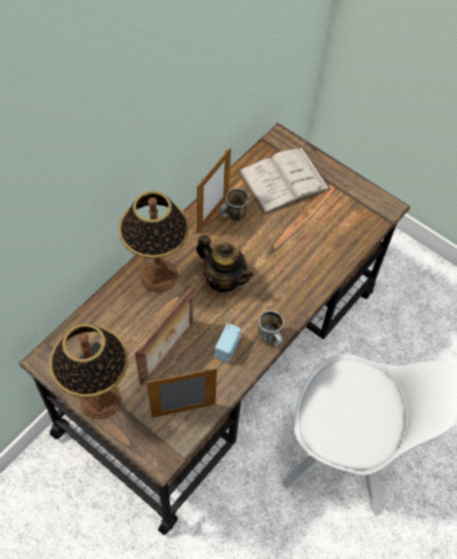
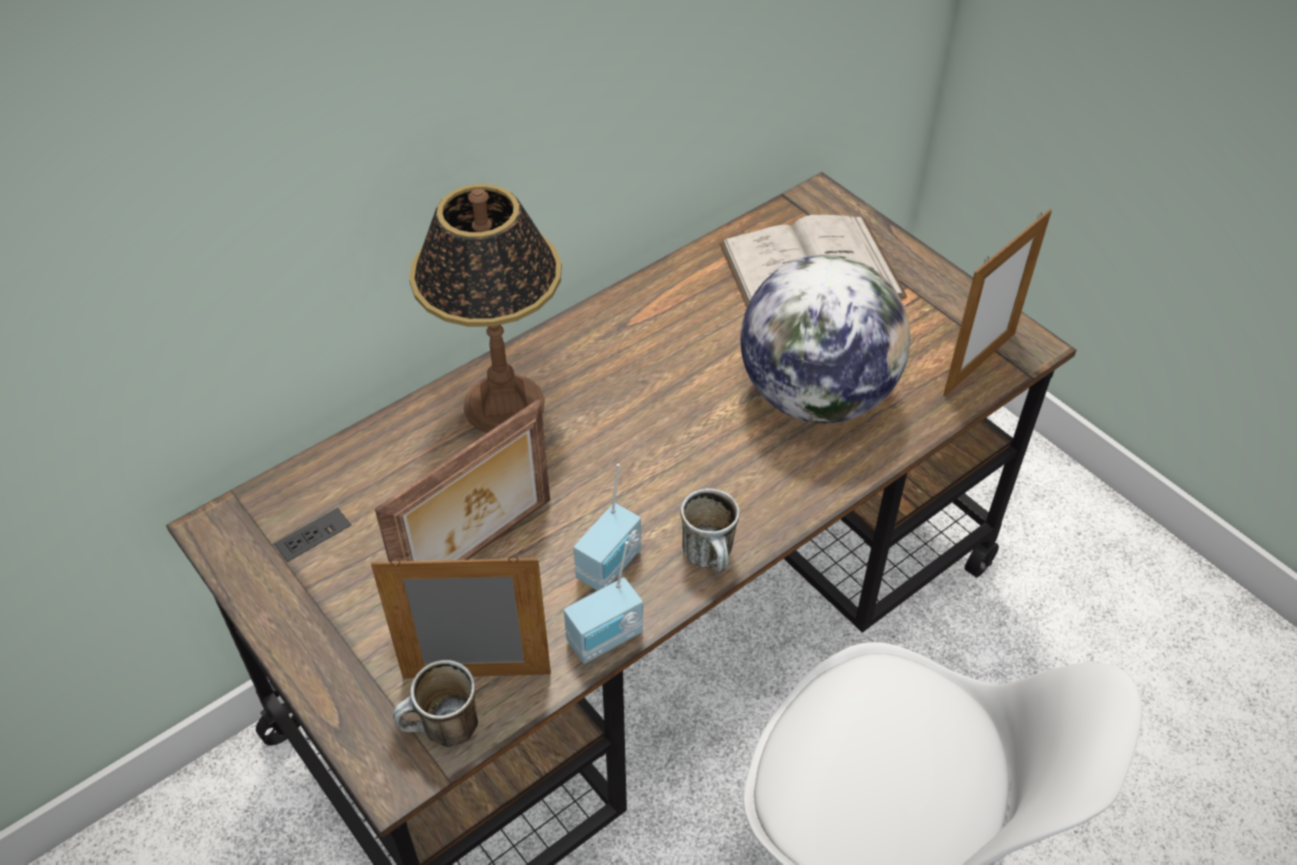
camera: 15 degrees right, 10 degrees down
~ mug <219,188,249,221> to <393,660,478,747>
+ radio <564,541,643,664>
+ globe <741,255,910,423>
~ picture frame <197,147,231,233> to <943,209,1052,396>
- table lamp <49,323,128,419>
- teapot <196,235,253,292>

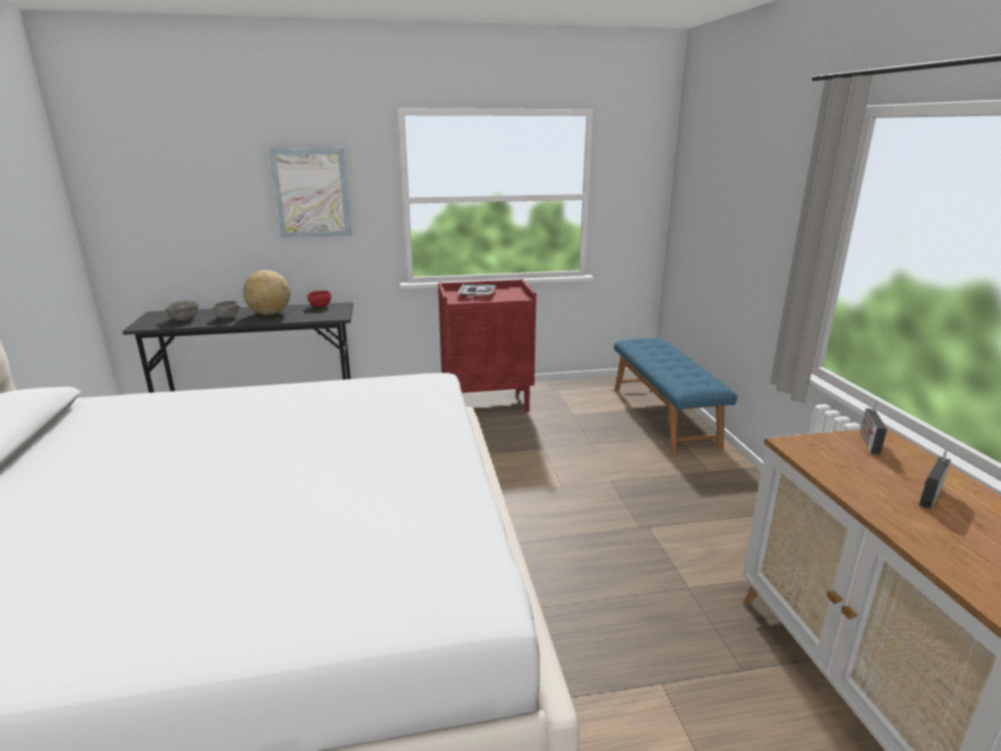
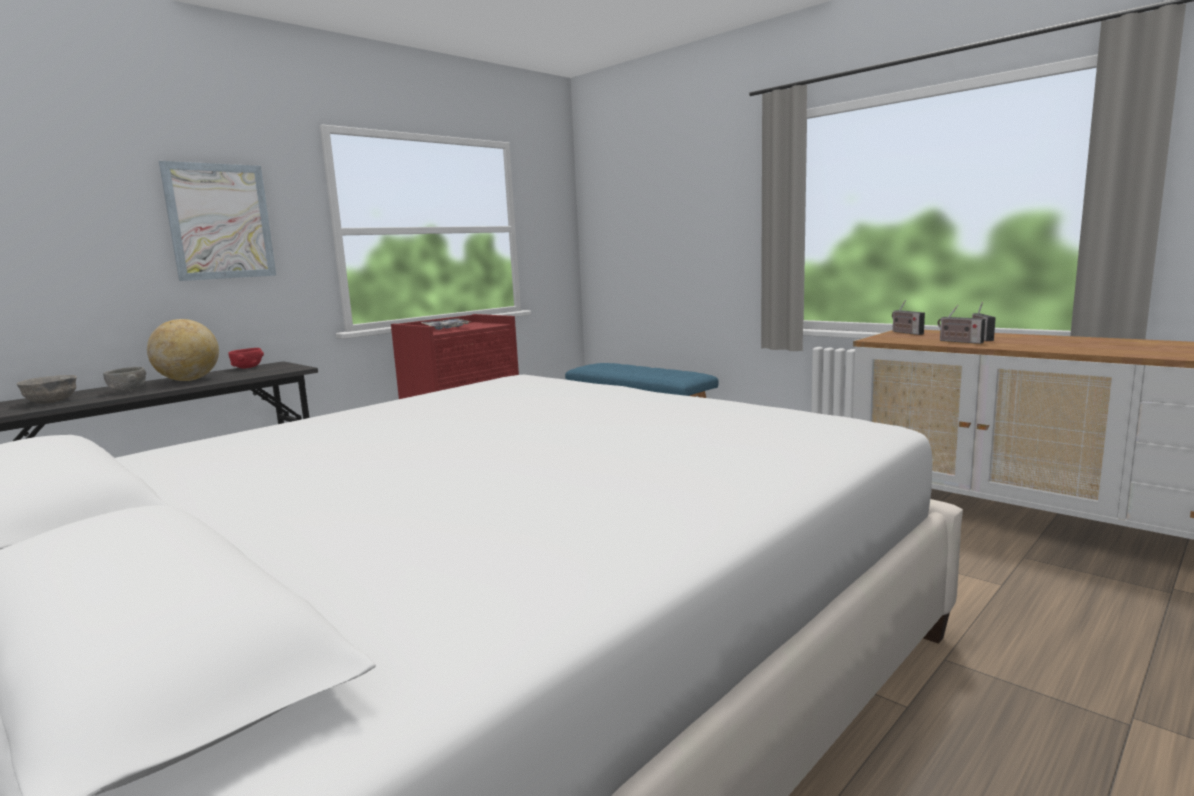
camera: 35 degrees left, 10 degrees down
+ radio <938,305,985,344>

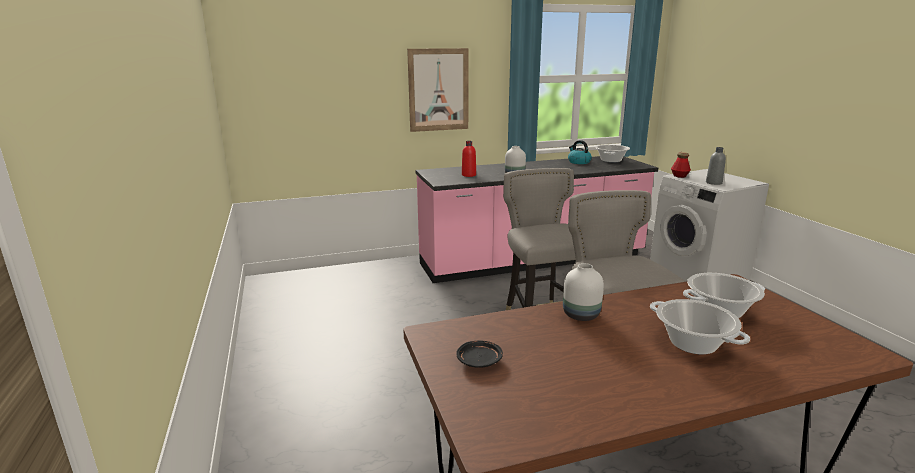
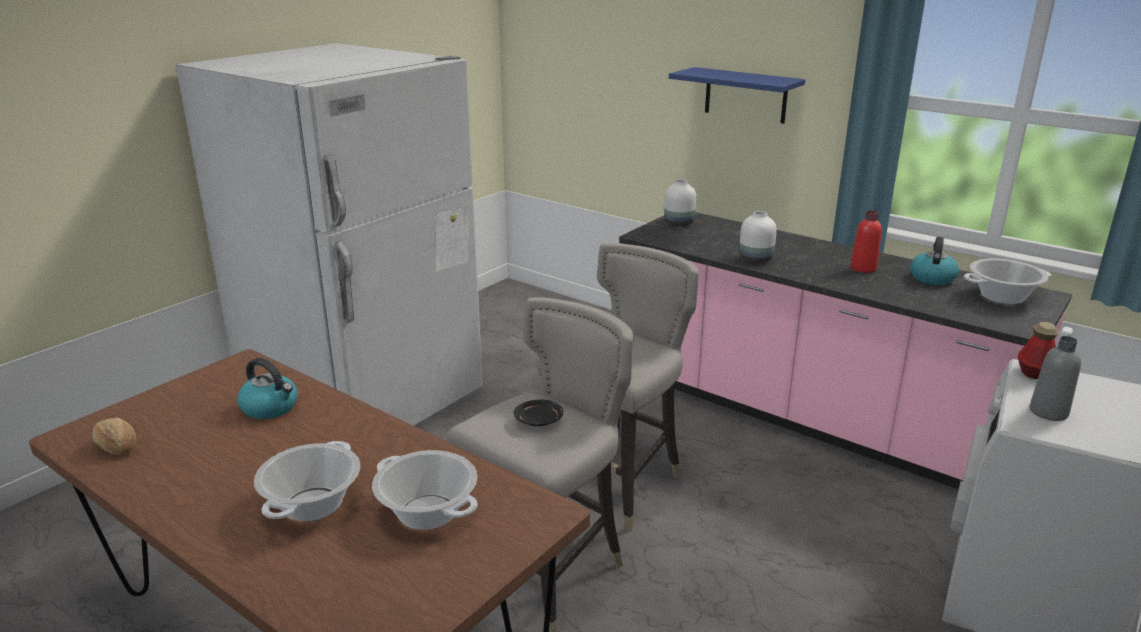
camera: 55 degrees right, 5 degrees up
+ bread <92,418,137,455>
+ white fridge <176,43,483,426>
+ kettle <237,358,298,419>
~ black plate <456,341,503,368> to <514,400,563,426>
~ white vase <563,263,604,321> to <664,179,696,226>
~ picture <407,48,469,132> to blue shelf <669,67,805,124>
~ red bottle <462,141,476,177> to <850,211,882,273>

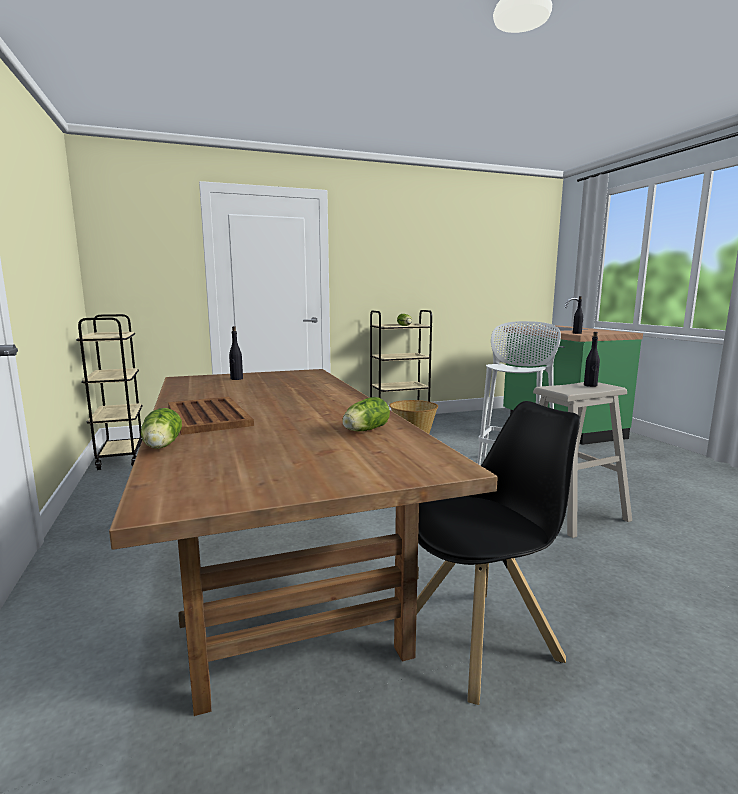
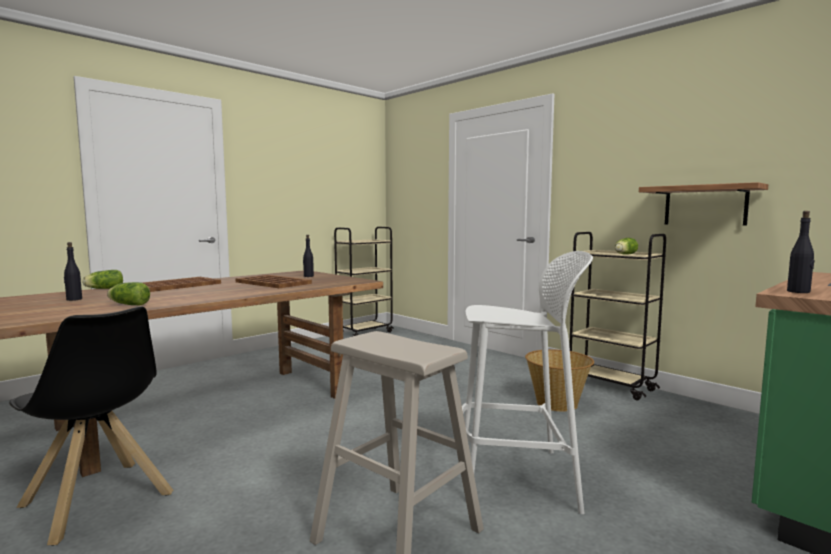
camera: 65 degrees right, 5 degrees down
~ black bottle <584,332,600,387> to <64,242,82,301>
+ brown tray <235,275,312,288>
+ shelf <639,182,768,225>

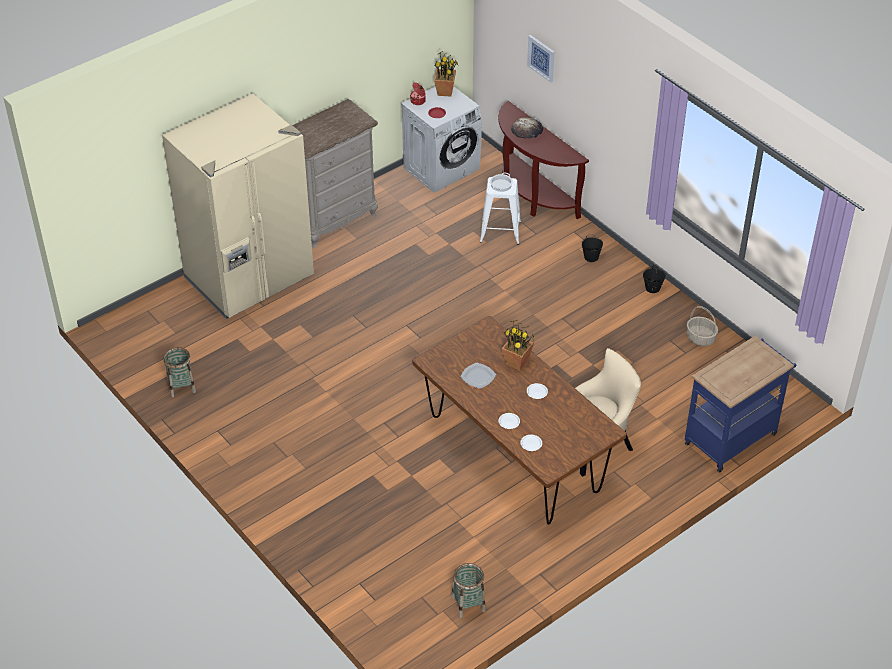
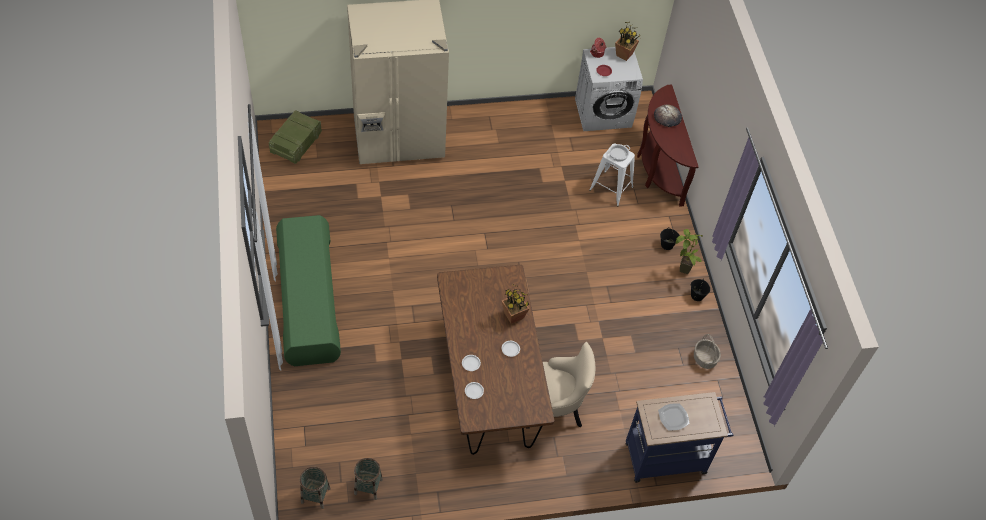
camera: 25 degrees right, 10 degrees up
+ crate <269,110,322,164>
+ green bench <276,215,341,366>
~ basket <163,347,196,397> to <300,467,330,509>
~ plate <460,362,496,389> to <658,403,690,430>
+ potted plant <676,229,703,274>
- beige dresser <293,99,378,248>
- picture <527,35,555,83>

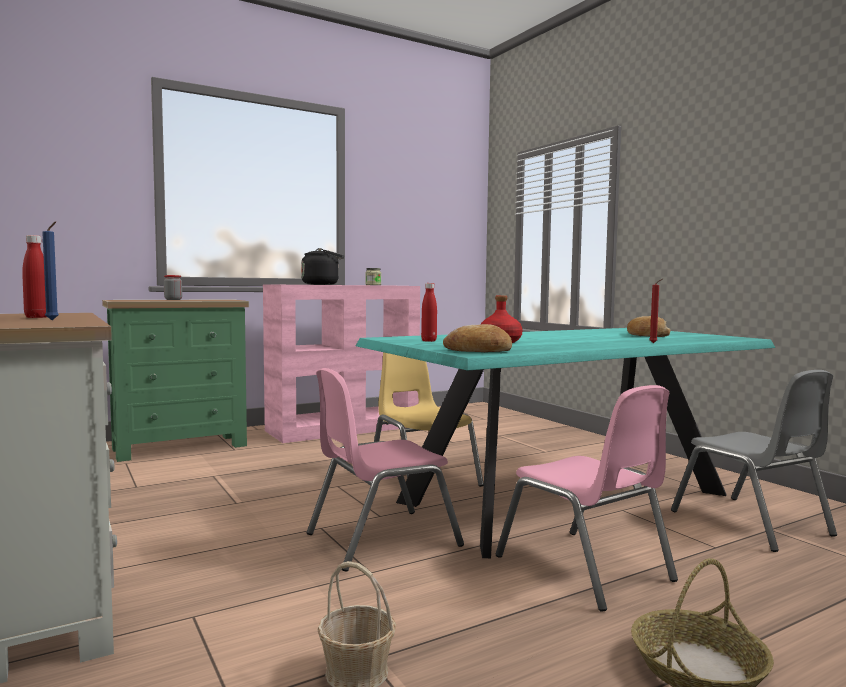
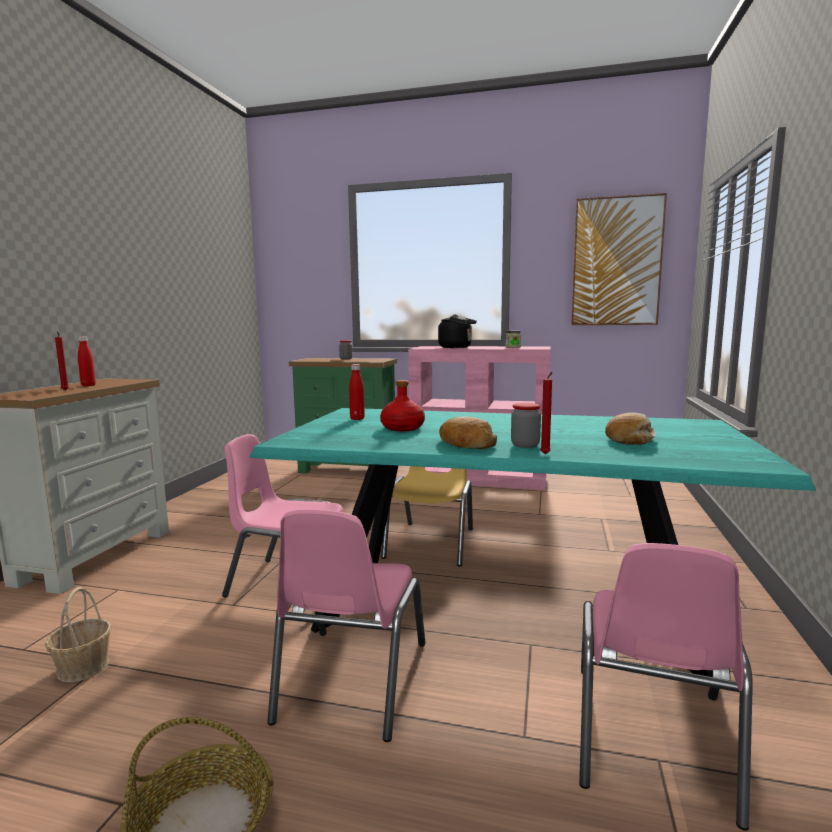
camera: 45 degrees right, 5 degrees up
~ blue candle <42,221,59,320> to red candle <55,331,69,390>
~ bread <443,324,512,352> to <439,417,497,449>
+ jar <511,403,541,448>
+ picture <571,193,667,325>
~ grey chair <671,370,837,552> to pink chair <579,543,753,831>

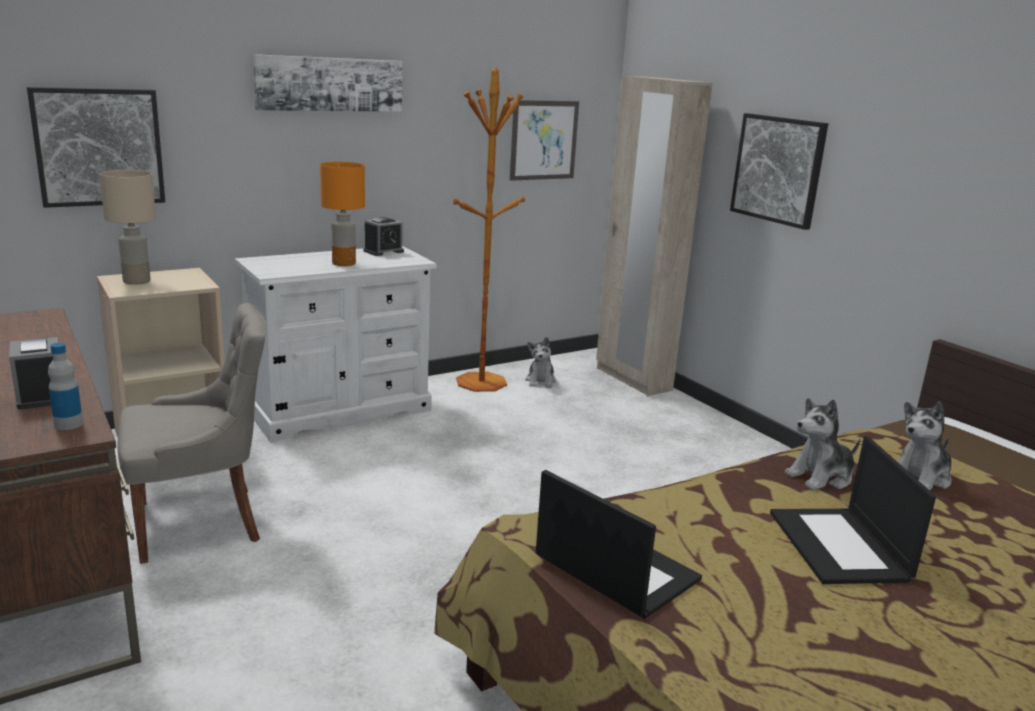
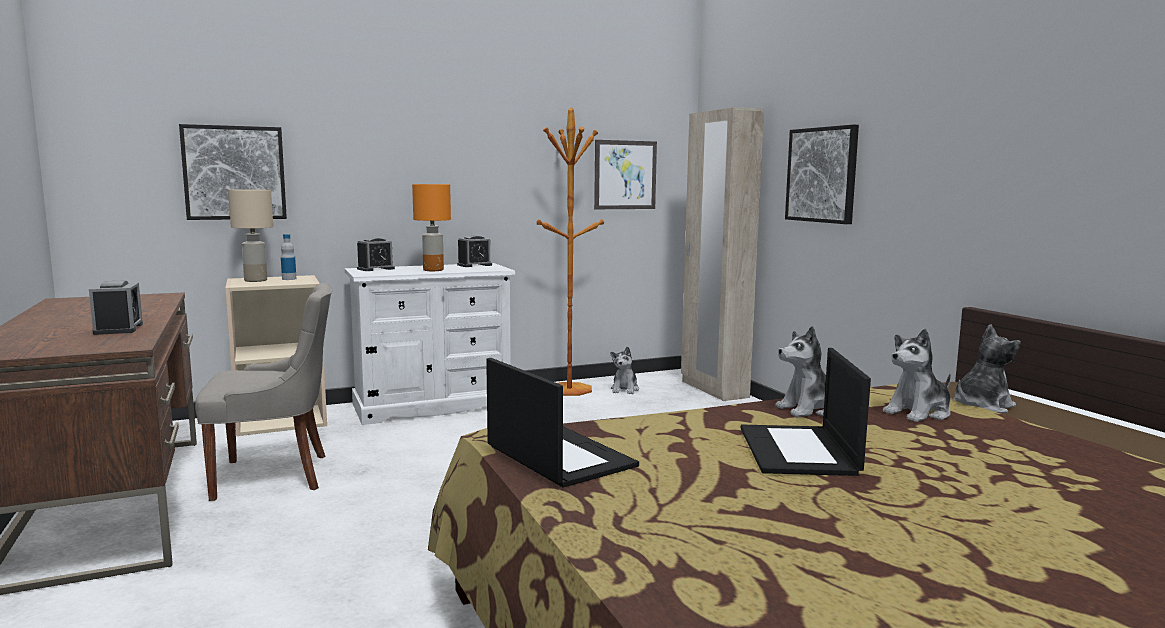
camera: 10 degrees right, 10 degrees down
~ bottle <48,343,83,430> to <281,234,296,280>
+ alarm clock <357,238,395,271>
+ plush toy <953,324,1021,413>
- picture <253,54,402,112>

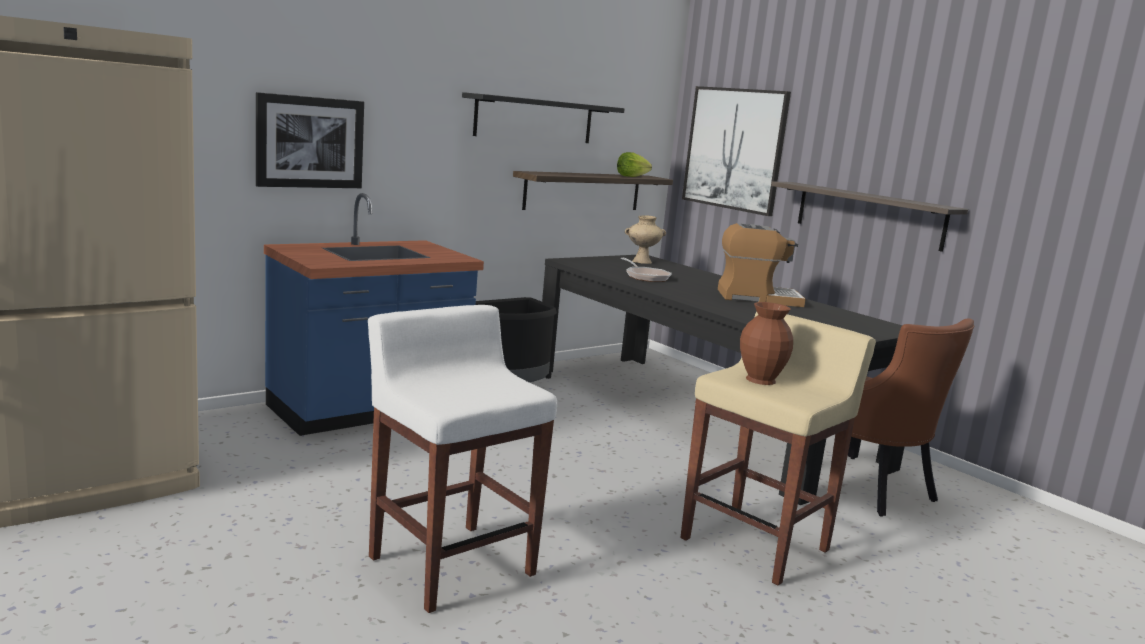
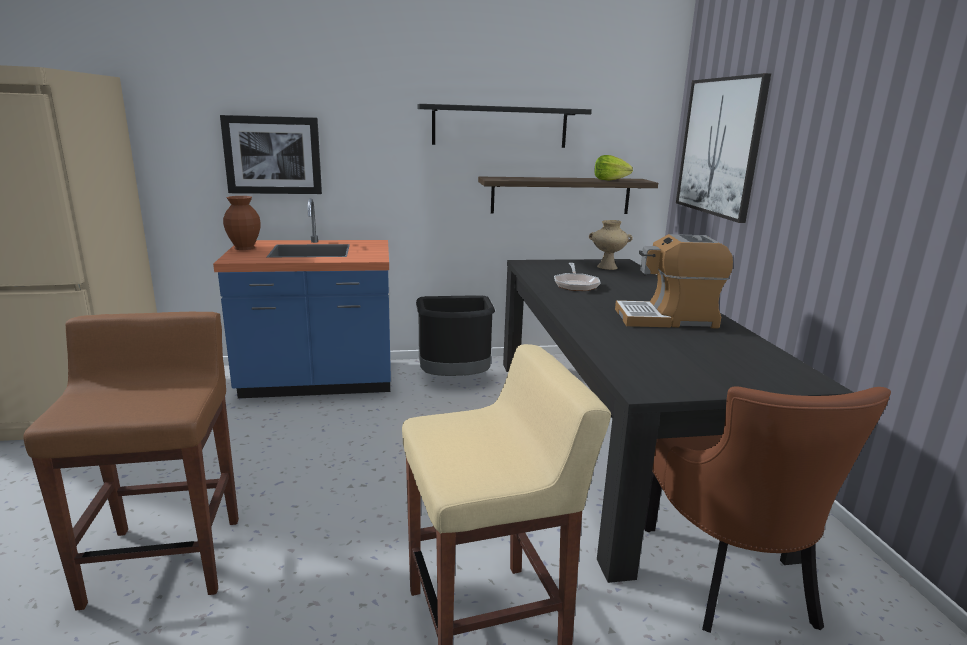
camera: 30 degrees right, 5 degrees up
~ white stool <368,305,557,613> to brown stool <23,312,239,610>
~ brown vase <740,302,793,385> to <223,196,261,250>
~ coffee machine <718,223,806,307> = <615,234,733,328> 150 degrees clockwise
- shelf <771,181,968,252>

